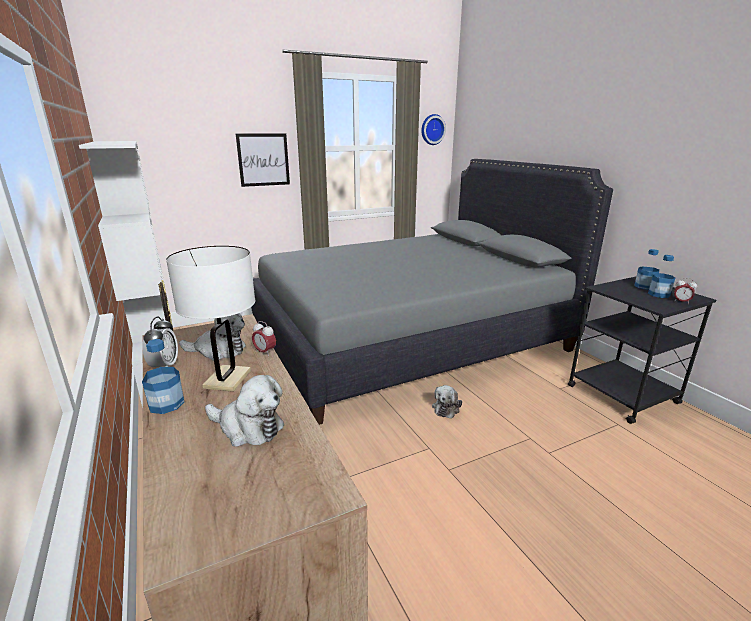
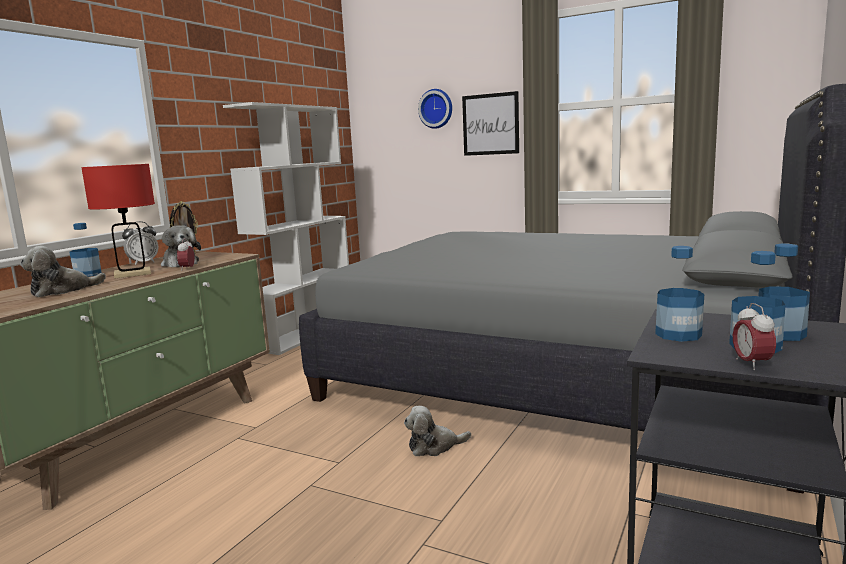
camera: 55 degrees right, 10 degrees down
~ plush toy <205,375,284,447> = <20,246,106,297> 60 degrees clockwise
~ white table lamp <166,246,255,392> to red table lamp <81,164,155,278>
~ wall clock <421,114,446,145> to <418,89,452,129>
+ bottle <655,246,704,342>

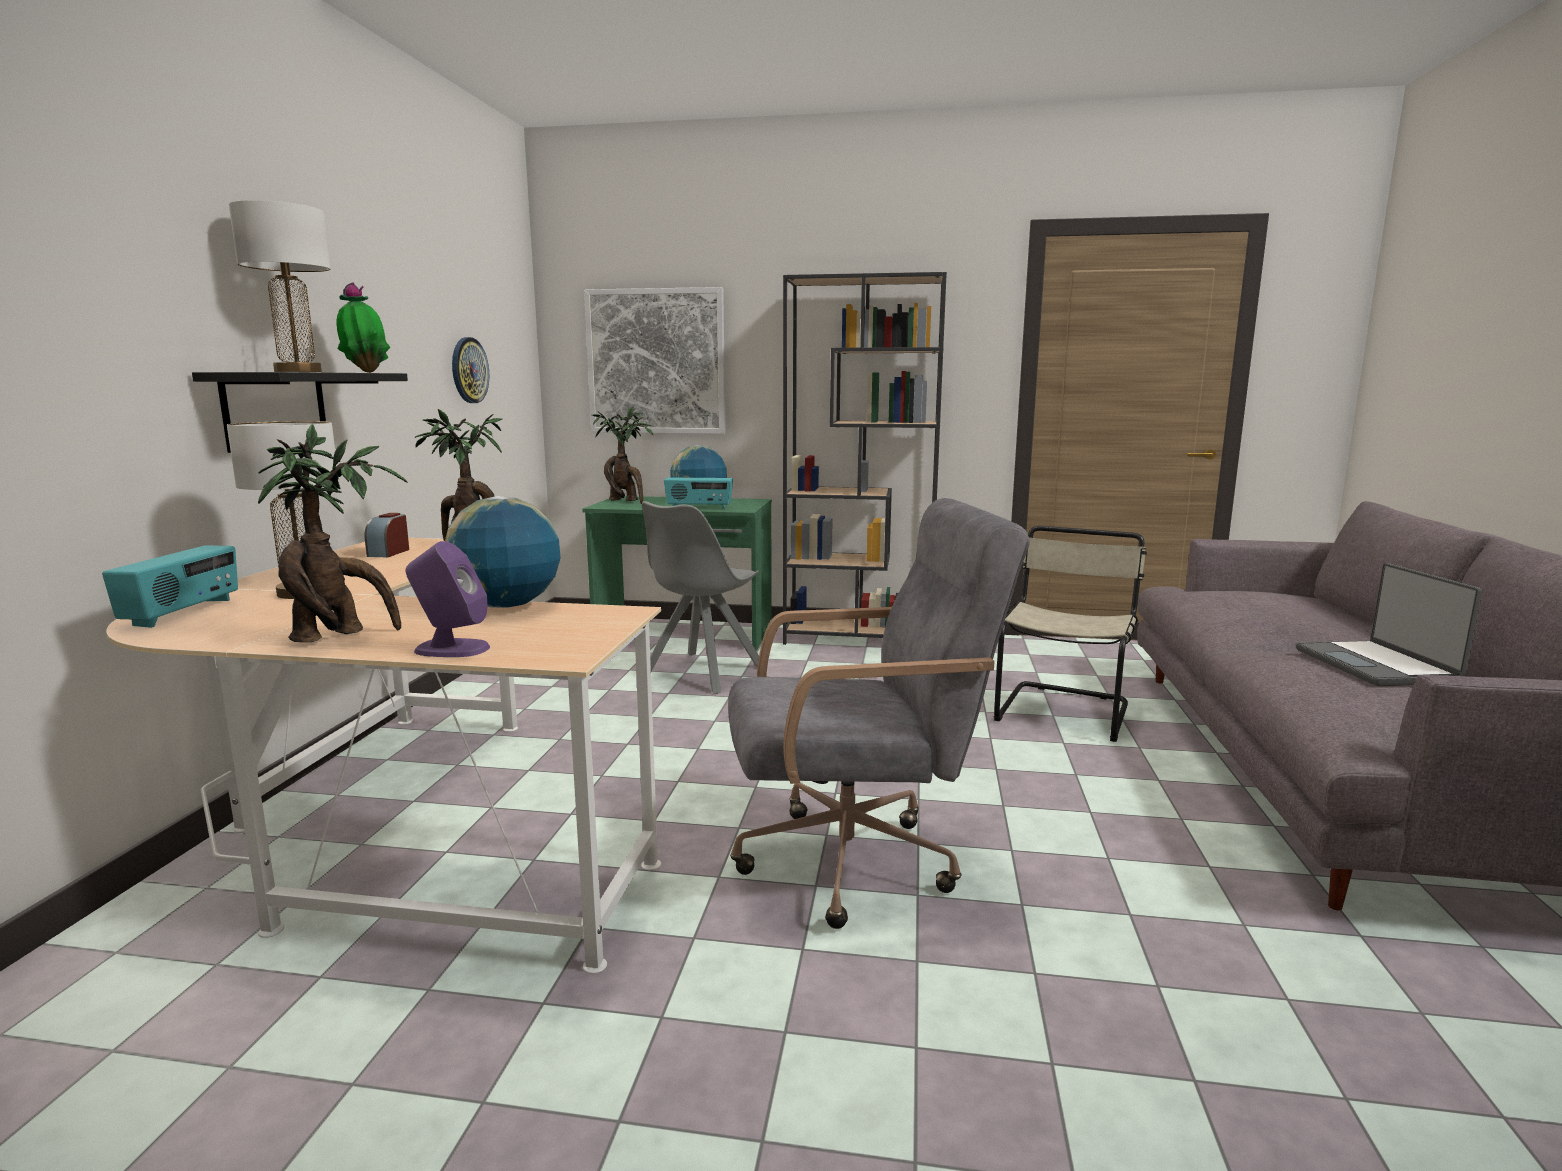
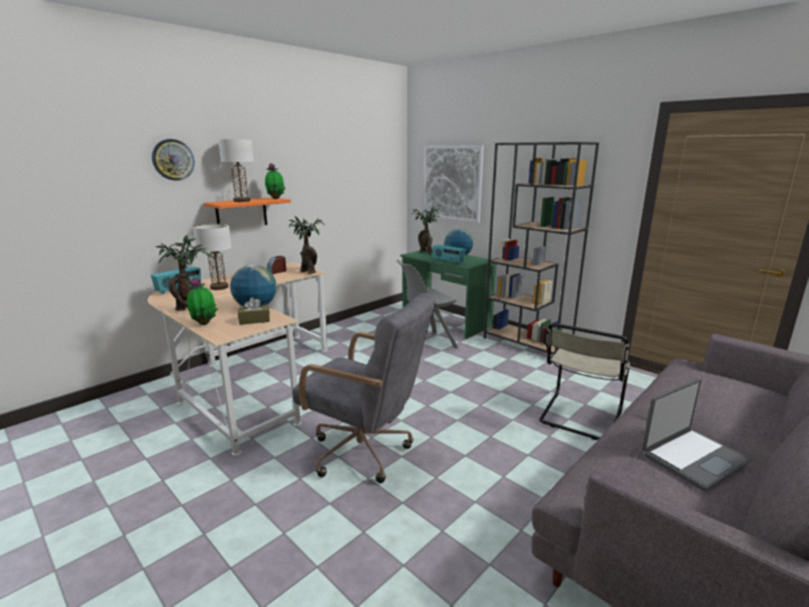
camera: 35 degrees right, 5 degrees up
~ wall clock <452,337,489,403> to <152,139,195,181>
~ purple speaker <405,541,490,657> to potted plant <187,277,218,325>
~ black shelf <192,372,408,453> to orange shelf <204,197,291,225>
+ brown tissue box <238,297,270,325>
~ beige chair <994,526,1147,742> = <539,323,632,440> 150 degrees clockwise
~ laptop <1296,563,1483,686> = <642,379,751,491> 150 degrees counterclockwise

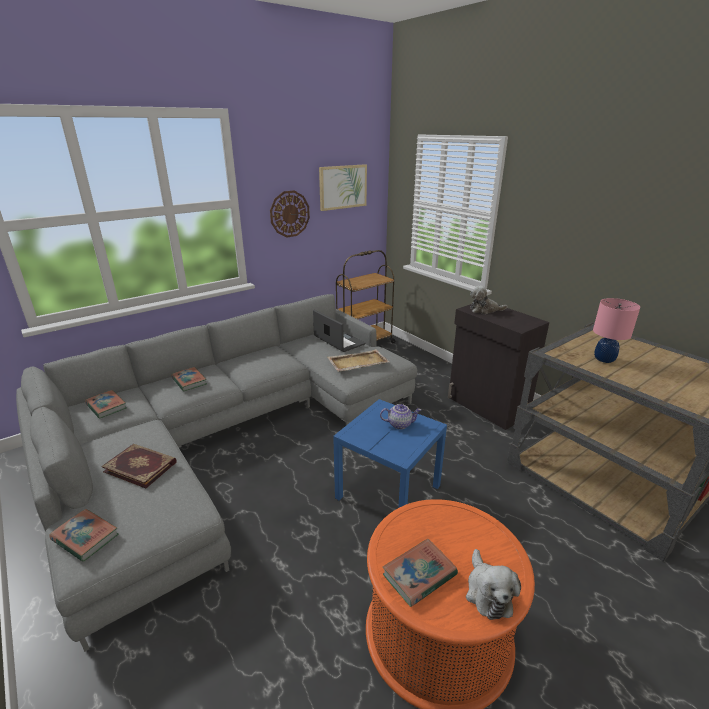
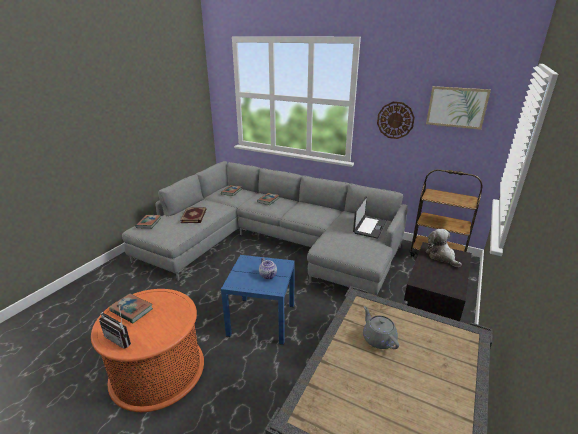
camera: 65 degrees right, 0 degrees up
~ plush toy <466,549,521,620> to radio <99,303,131,349>
~ pink table lamp <593,298,640,363> to grey teapot <363,306,399,349>
- beige tray <327,349,389,372>

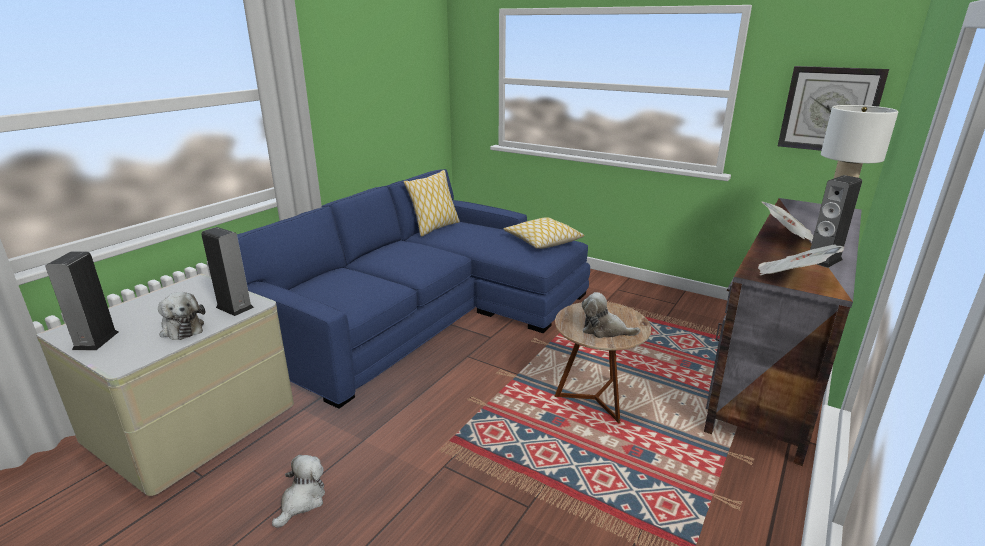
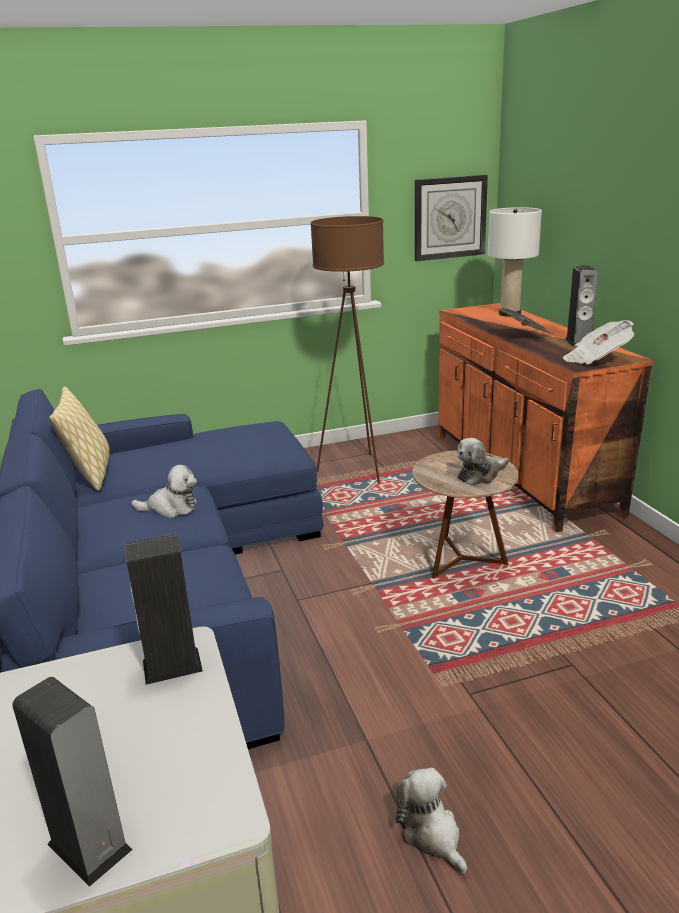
camera: 50 degrees left, 0 degrees up
~ plush toy <158,292,205,340> to <131,465,197,518>
+ brown floor lamp <310,216,384,483>
~ grey cabinet <704,198,862,466> to orange cabinet <438,303,653,533>
- pillow <504,217,584,249>

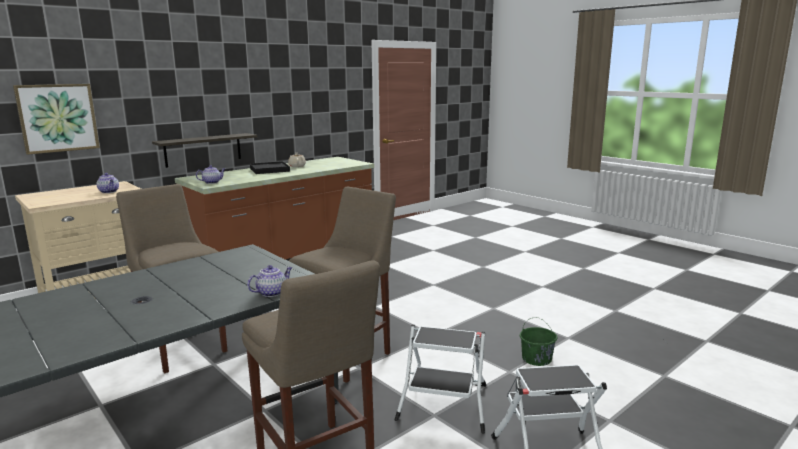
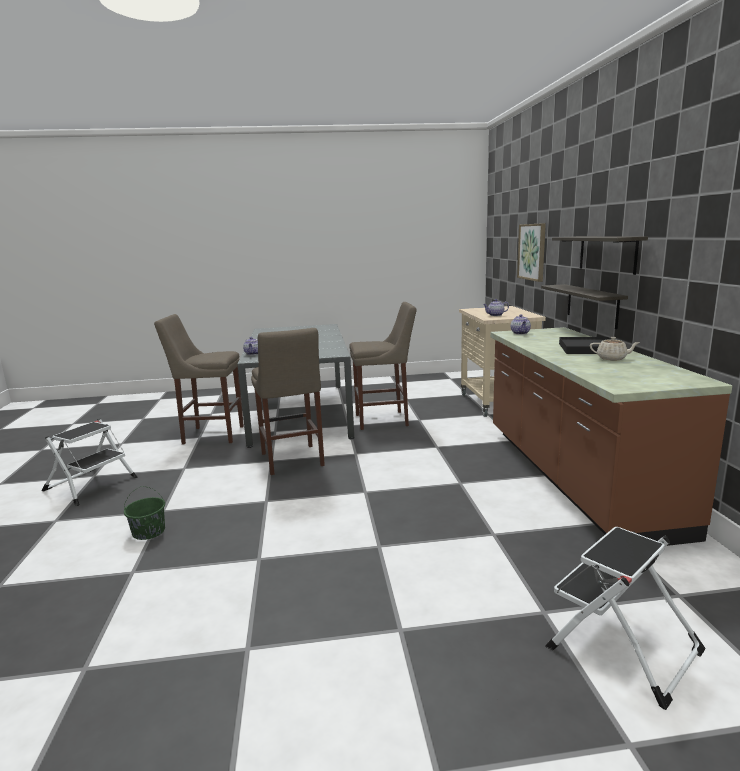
camera: 125 degrees right, 0 degrees up
~ step ladder <395,325,486,433> to <545,527,706,710>
+ shelf <552,236,648,275>

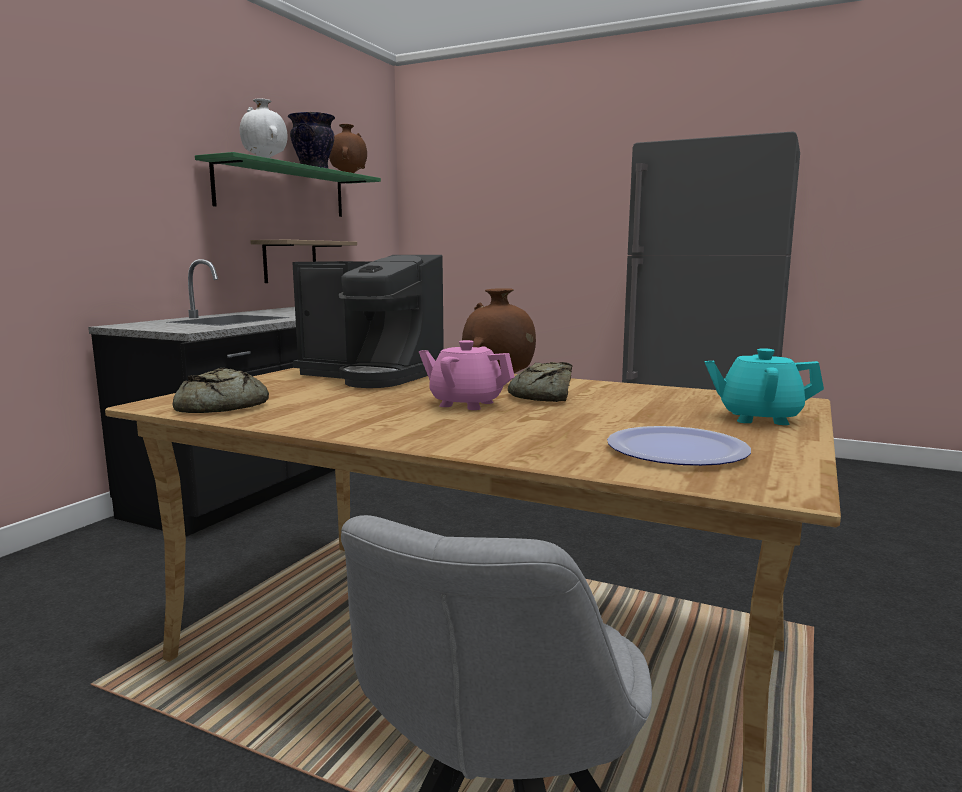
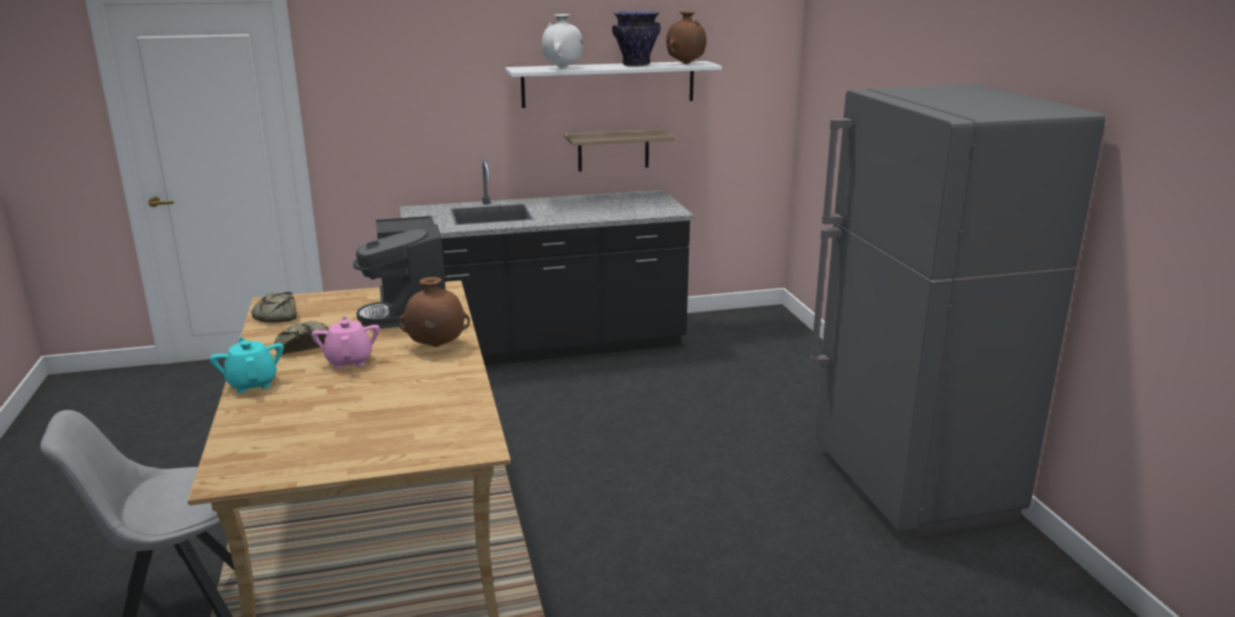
camera: 50 degrees right, 10 degrees up
~ turquoise teapot <705,348,824,425> to <210,337,284,393>
~ bread <508,362,572,402> to <274,321,329,355>
~ green shelf <195,152,381,217> to white shelf <505,61,722,108>
- plate <607,426,751,466>

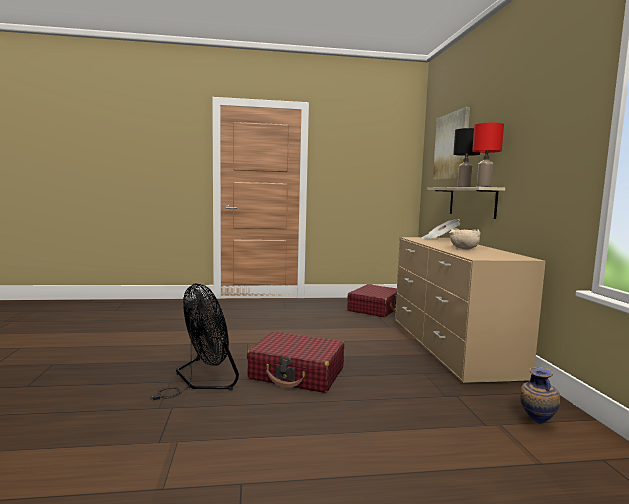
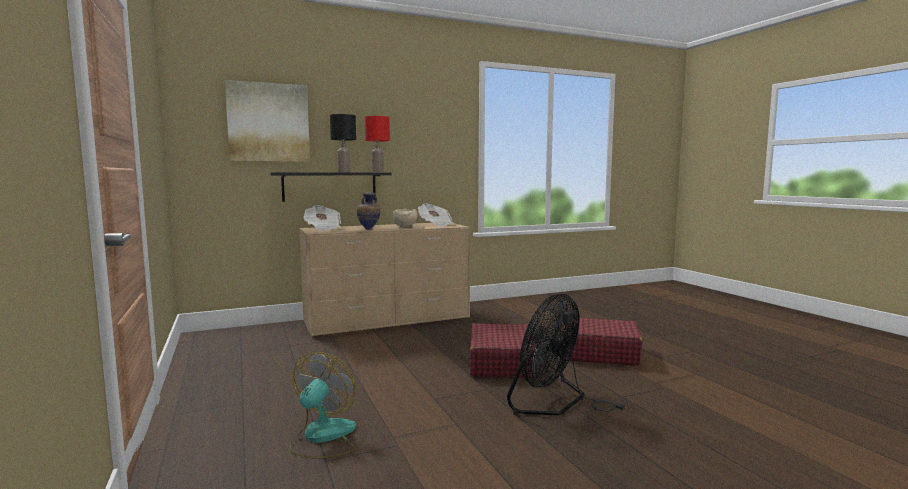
camera: 105 degrees left, 0 degrees up
~ beige shelf <427,187,505,219> to black shelf <269,172,391,202>
+ fan <289,352,356,459>
~ vase <520,367,560,424> to <357,192,380,230>
+ newspaper <418,203,453,227>
~ red suitcase <347,284,397,317> to <561,318,643,366>

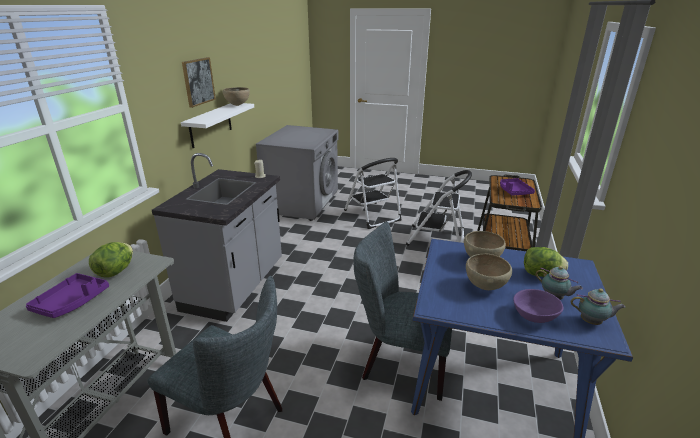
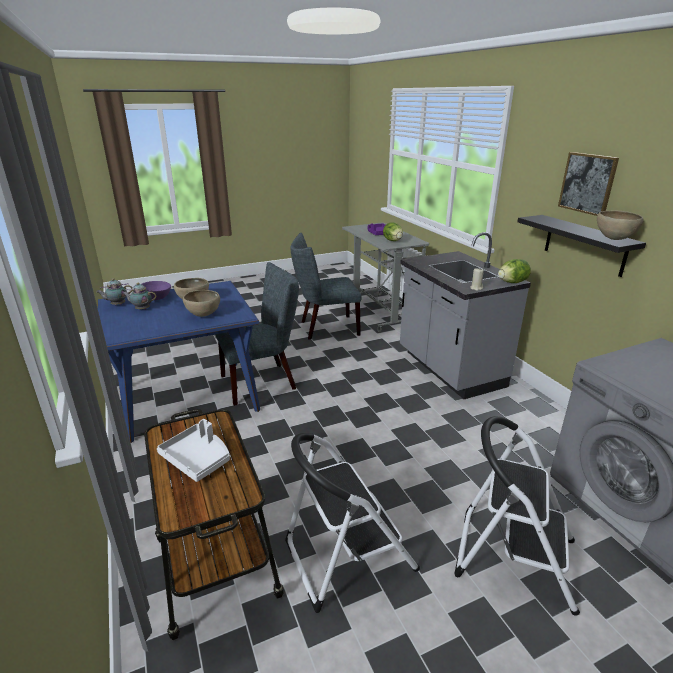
camera: 140 degrees right, 0 degrees up
~ purple tray <500,178,535,195> to white tray <157,419,230,482>
~ lettuce <524,247,568,277> to <498,259,531,283>
~ white shelf <181,103,254,148> to black shelf <517,215,646,277>

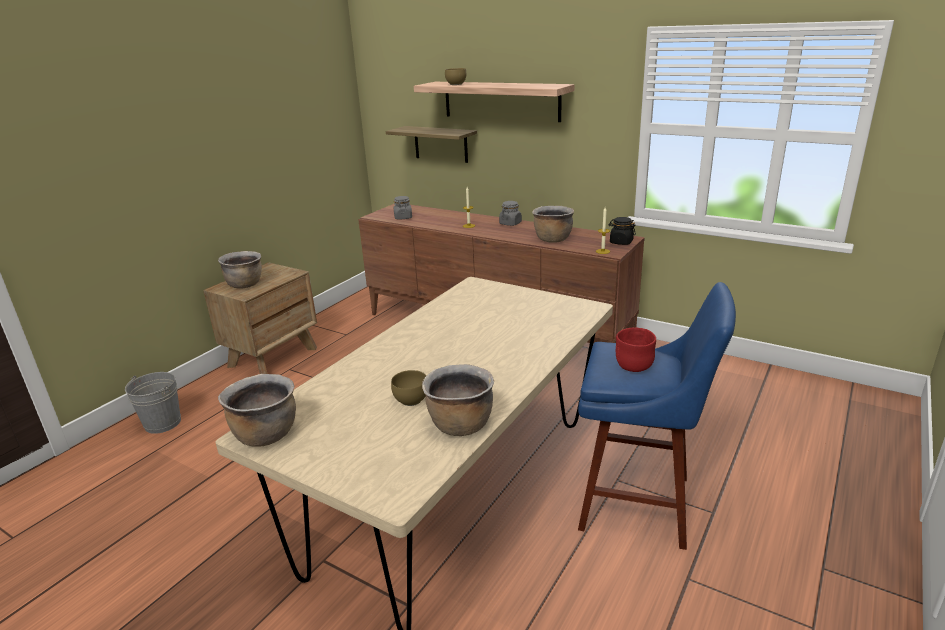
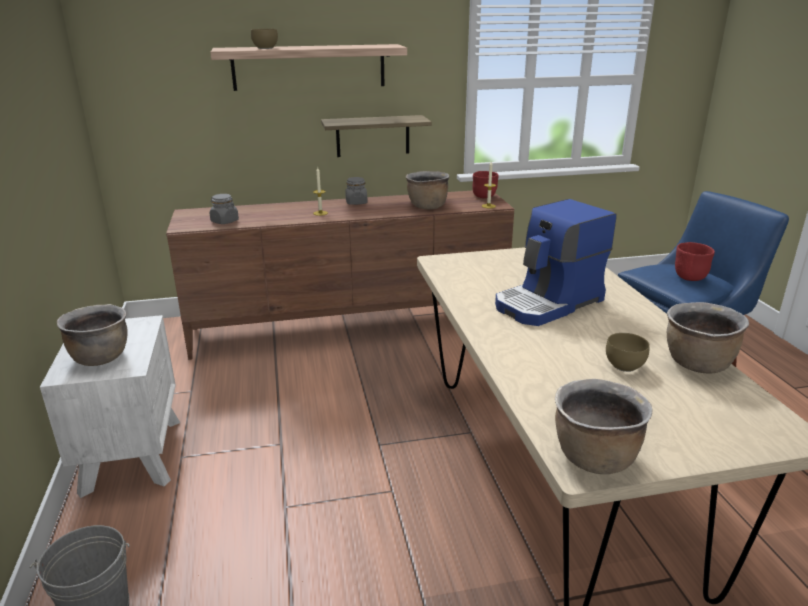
camera: 45 degrees left, 0 degrees up
~ brown nightstand <203,262,317,374> to white nightstand <40,315,180,498>
~ shelf <386,126,477,163> to <321,115,432,157>
~ black jar <608,217,636,245> to red bowl <473,171,499,198>
+ coffee machine <495,199,617,326>

